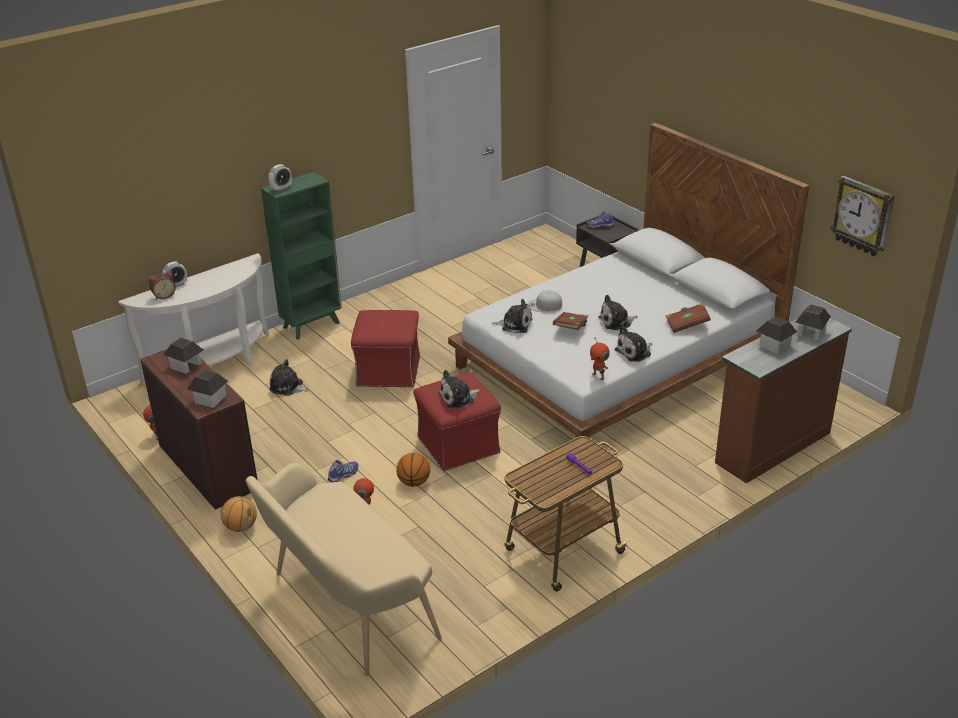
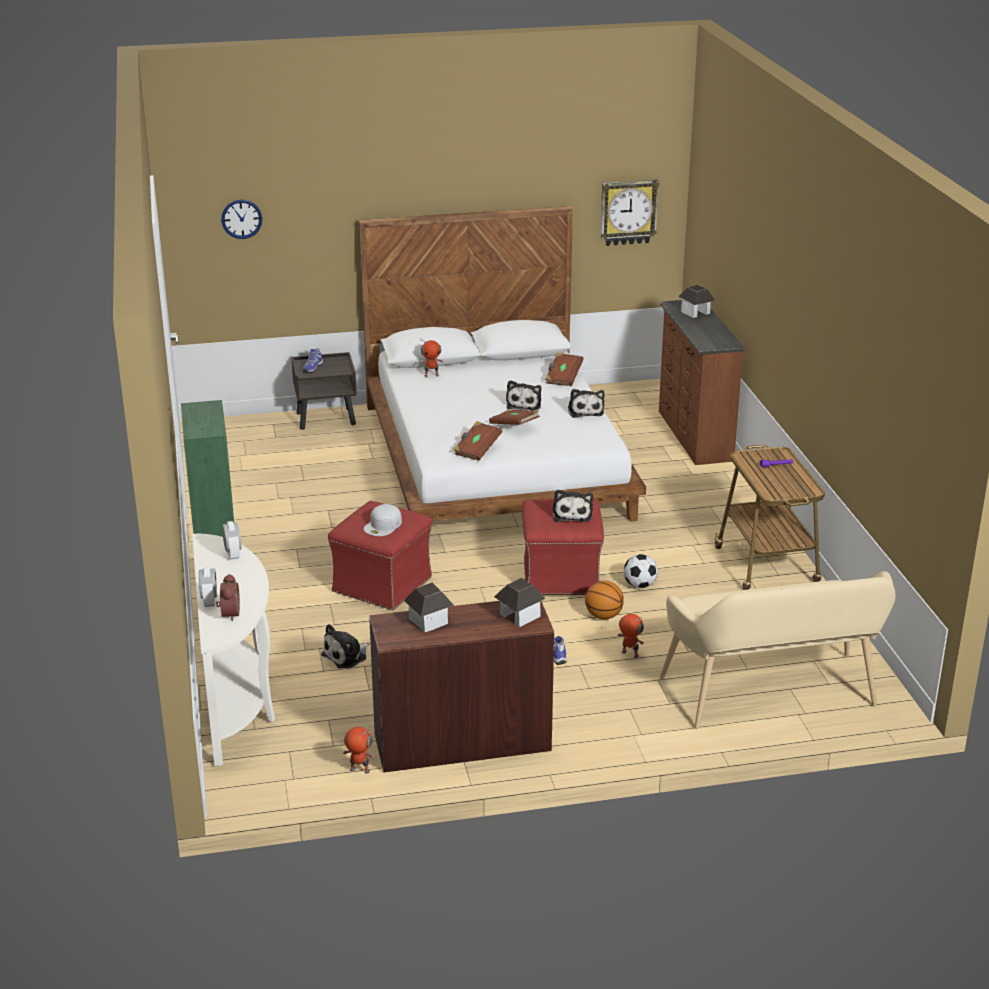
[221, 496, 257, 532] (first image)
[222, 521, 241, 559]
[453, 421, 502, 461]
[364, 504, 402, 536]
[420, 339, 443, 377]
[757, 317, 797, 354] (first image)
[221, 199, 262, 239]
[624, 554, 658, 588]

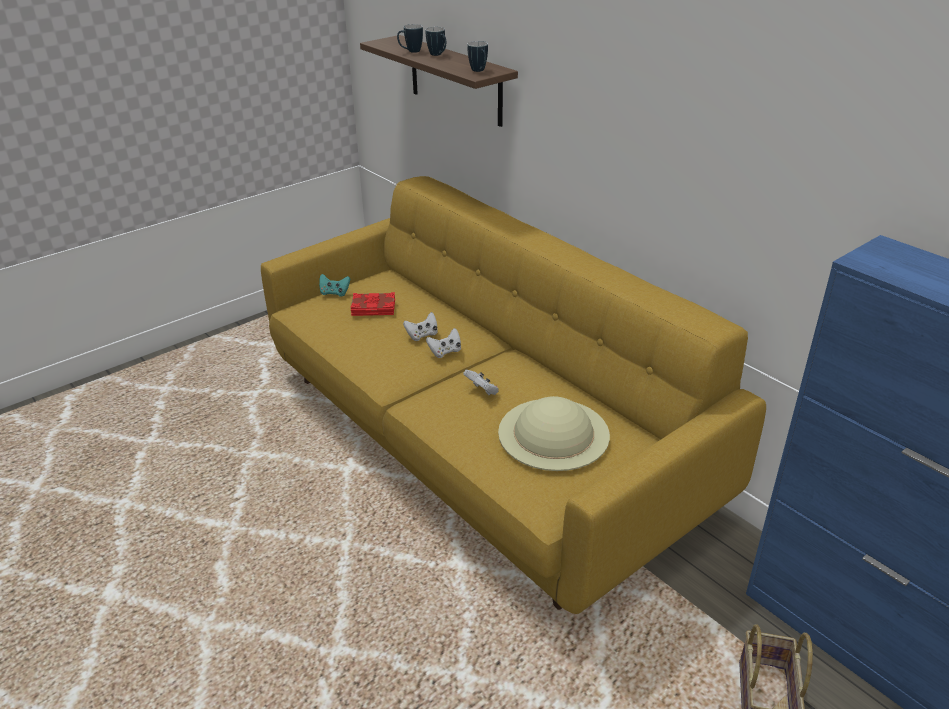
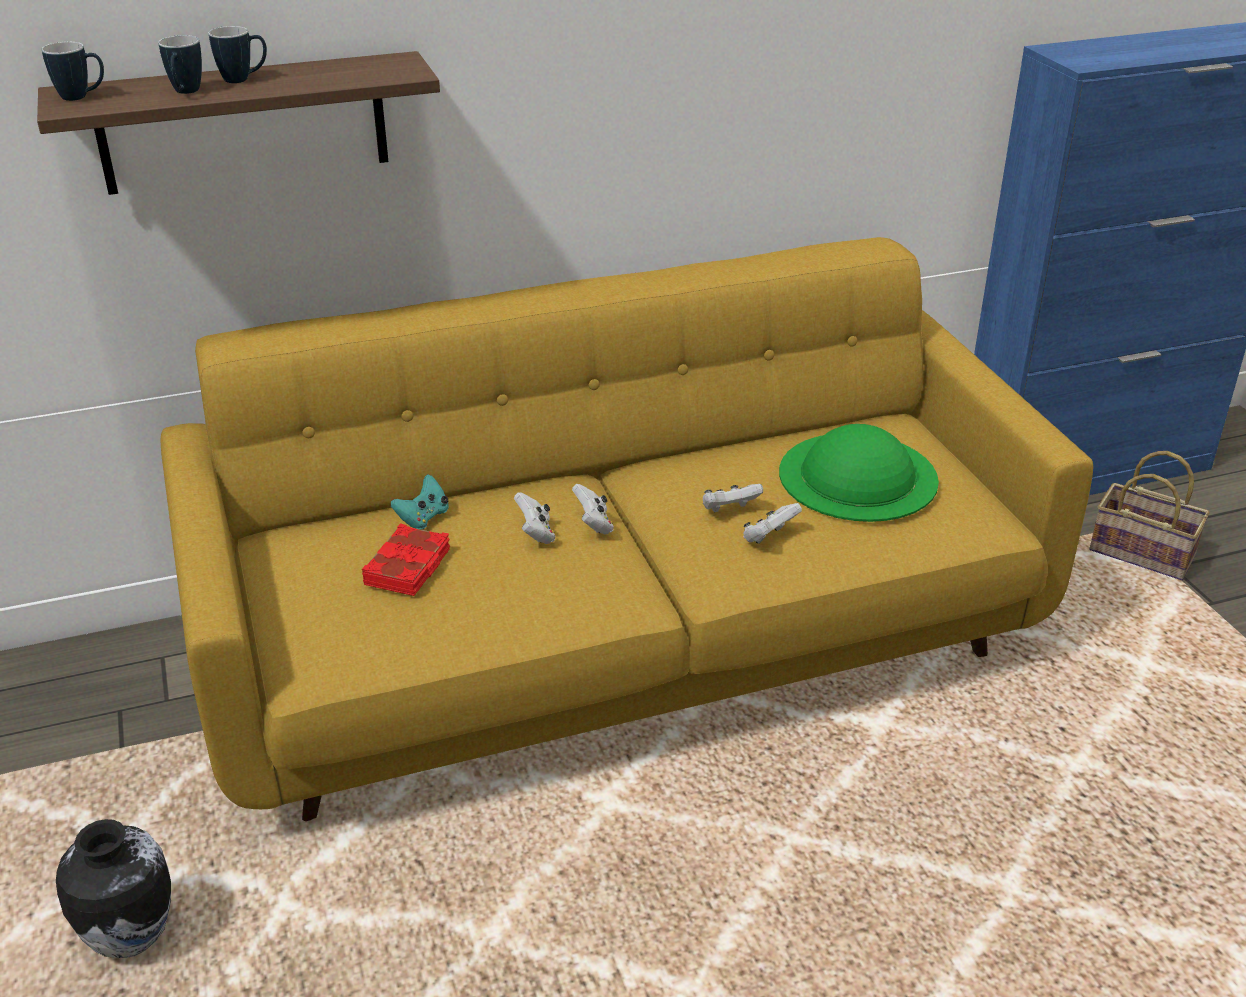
[391, 474, 449, 530]
[42, 42, 104, 101]
[779, 424, 939, 522]
[56, 819, 171, 958]
[743, 503, 802, 543]

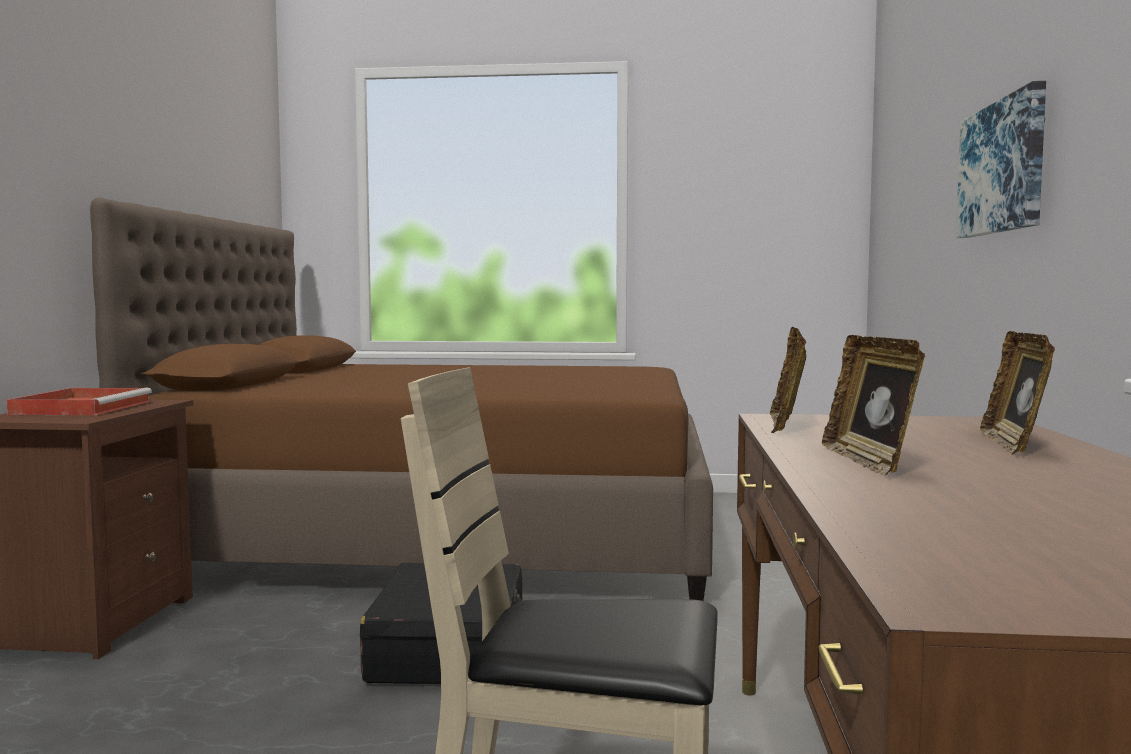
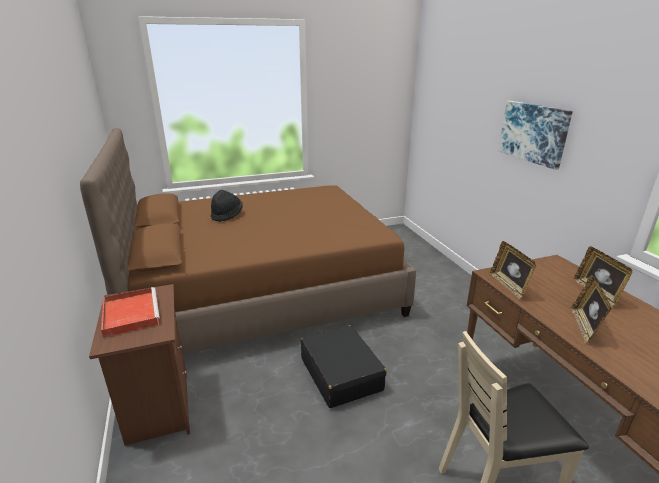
[571, 275, 612, 343]
[211, 190, 243, 222]

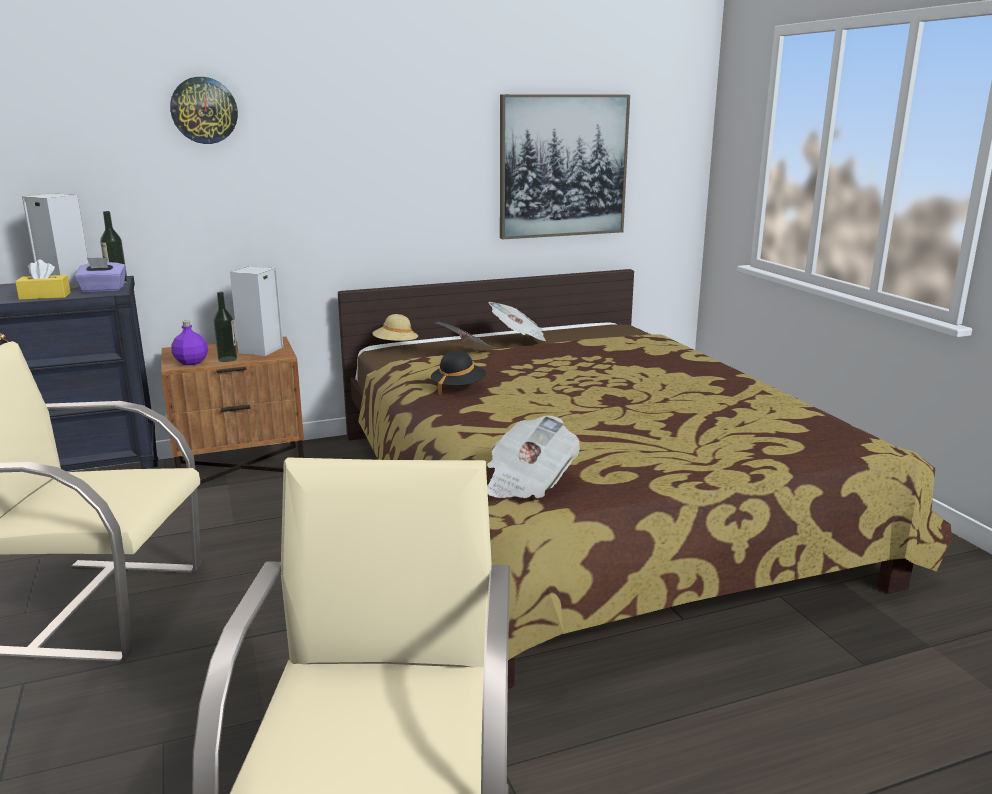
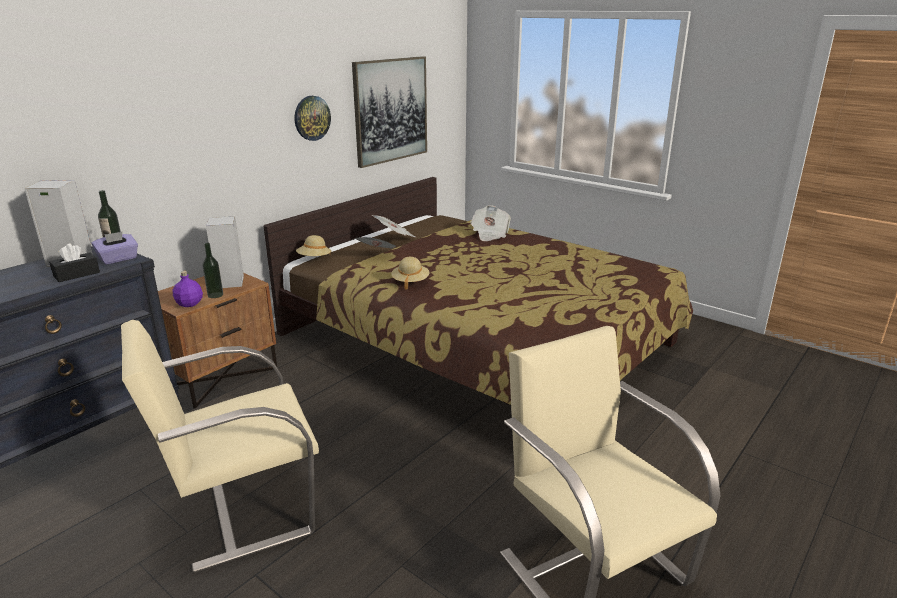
[49, 244, 100, 282]
[295, 96, 331, 141]
[391, 257, 429, 290]
[470, 205, 511, 241]

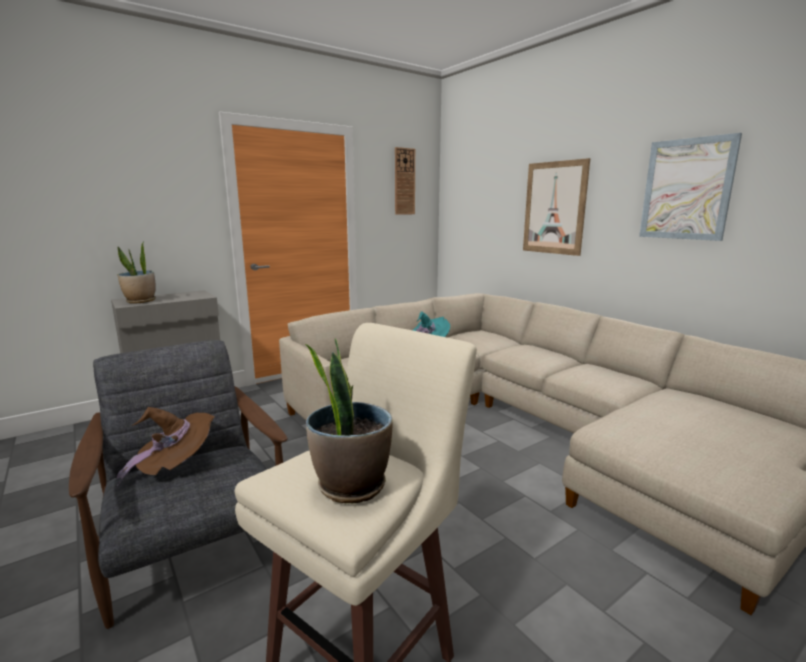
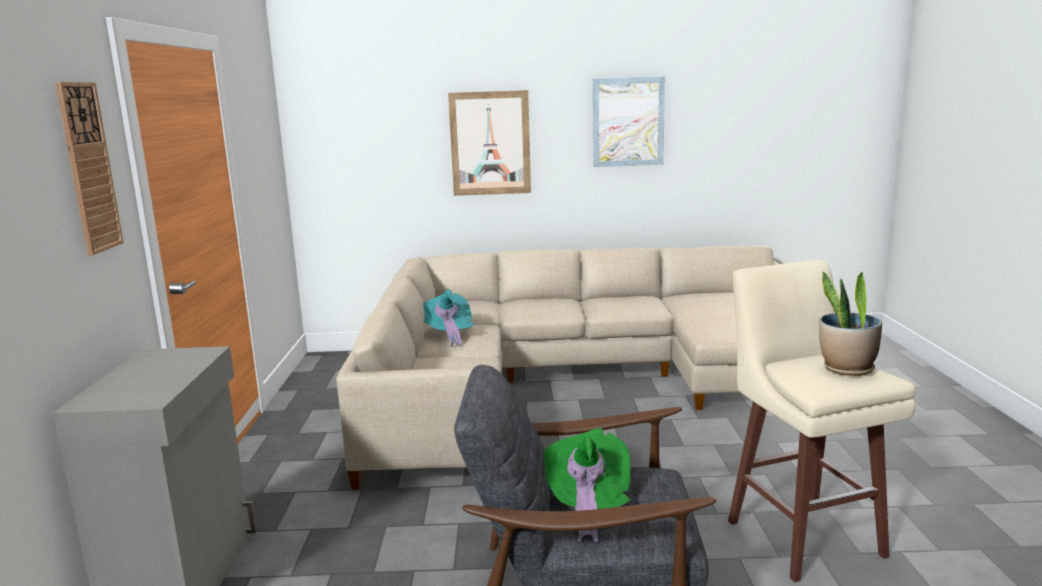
[117, 243, 156, 304] (first image)
[543, 428, 631, 542]
[55, 82, 124, 256]

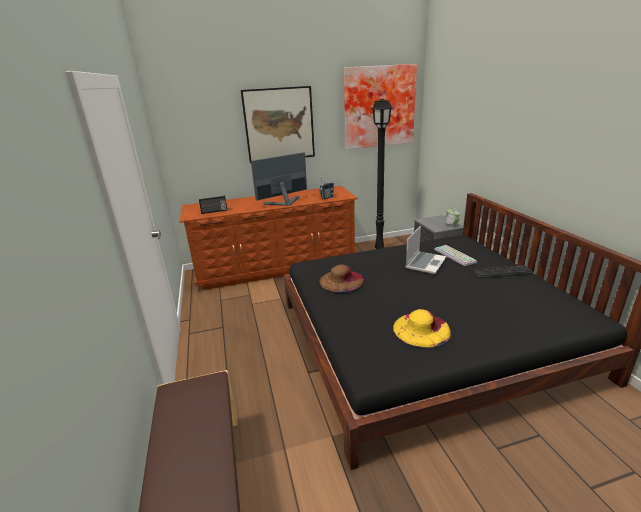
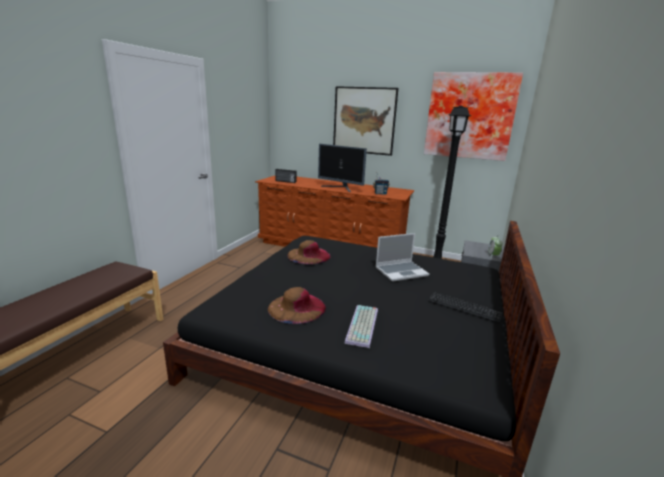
[318, 144, 367, 193]
[268, 287, 326, 324]
[344, 305, 378, 348]

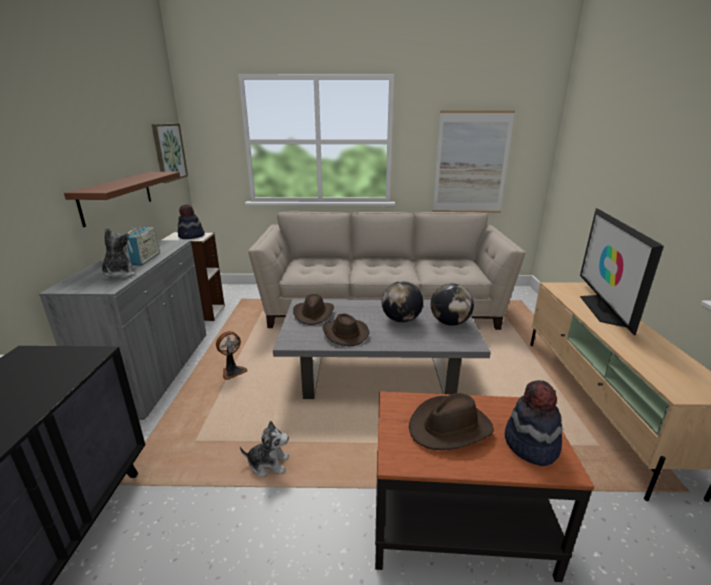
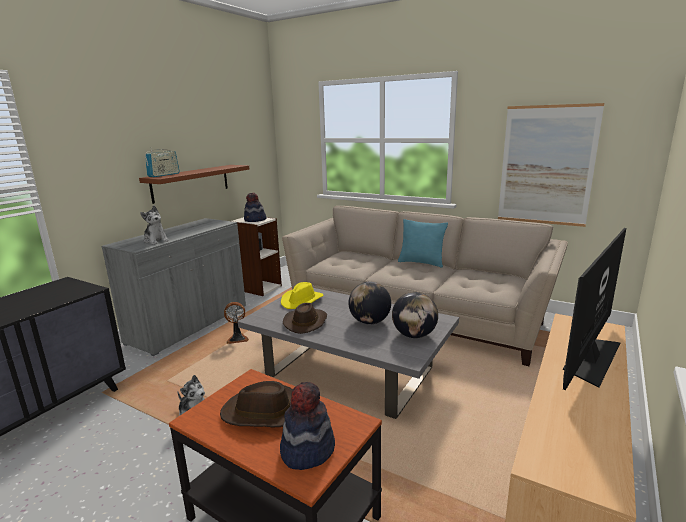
[140, 205, 169, 245]
[145, 147, 179, 177]
[152, 124, 188, 183] (first image)
[281, 282, 323, 309]
[398, 219, 448, 267]

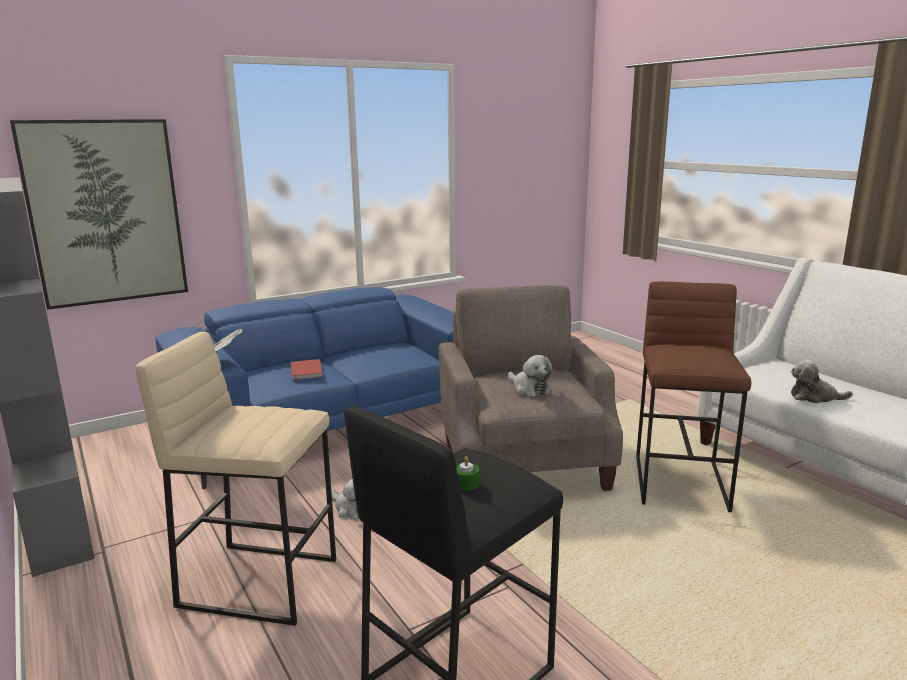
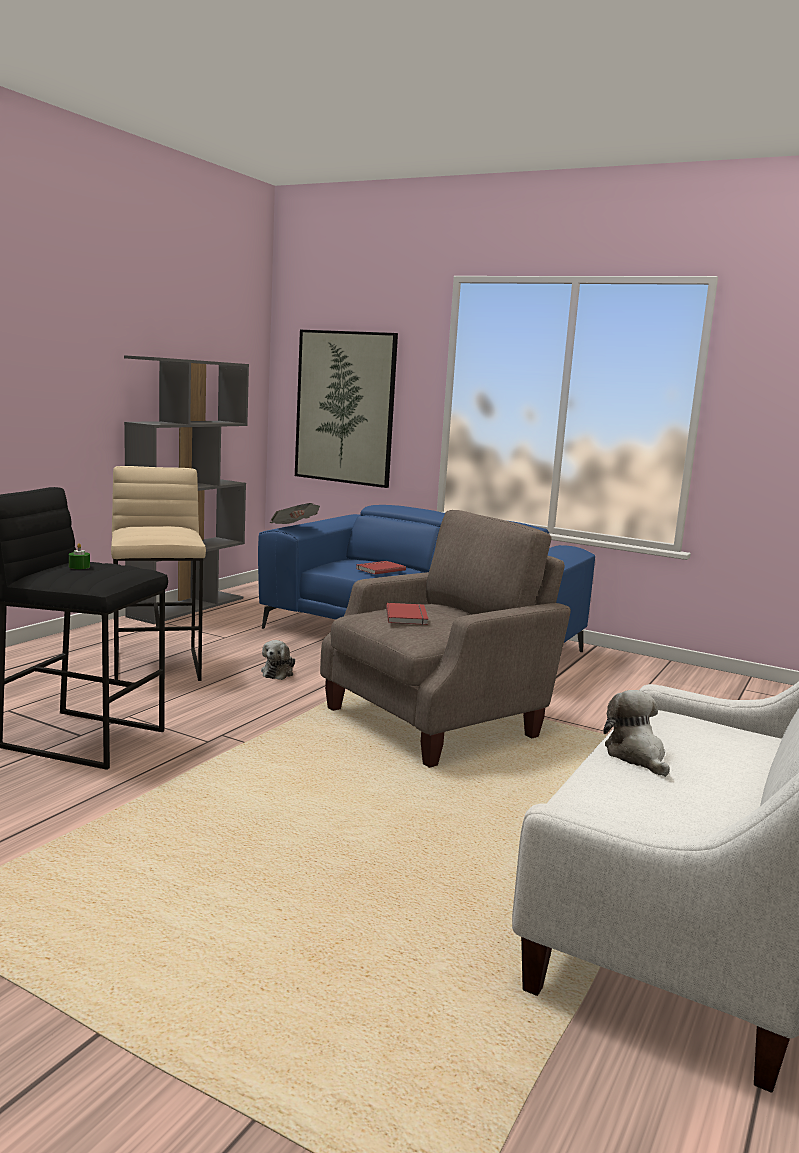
[386, 603, 428, 625]
[636, 281, 751, 512] (first image)

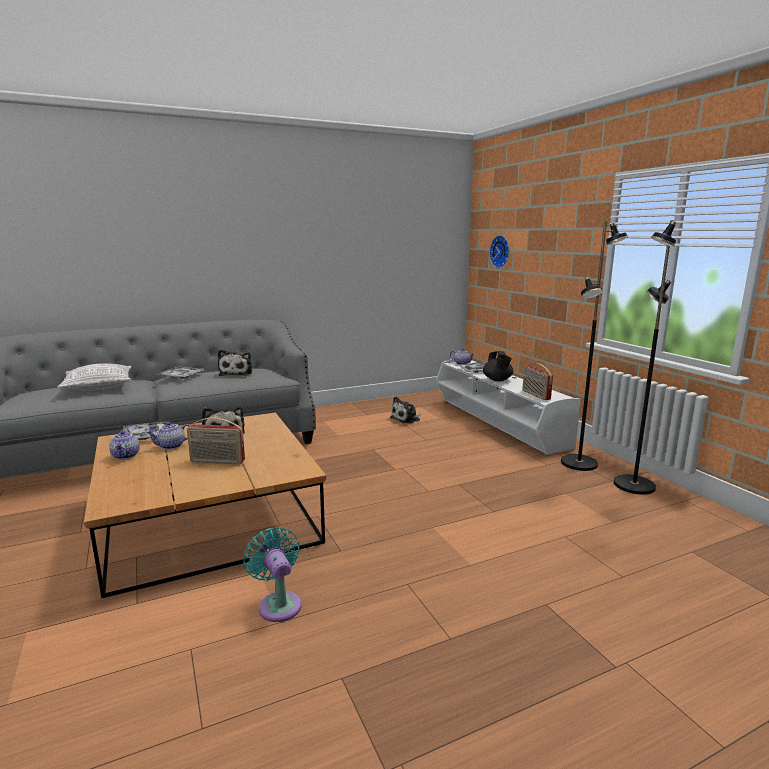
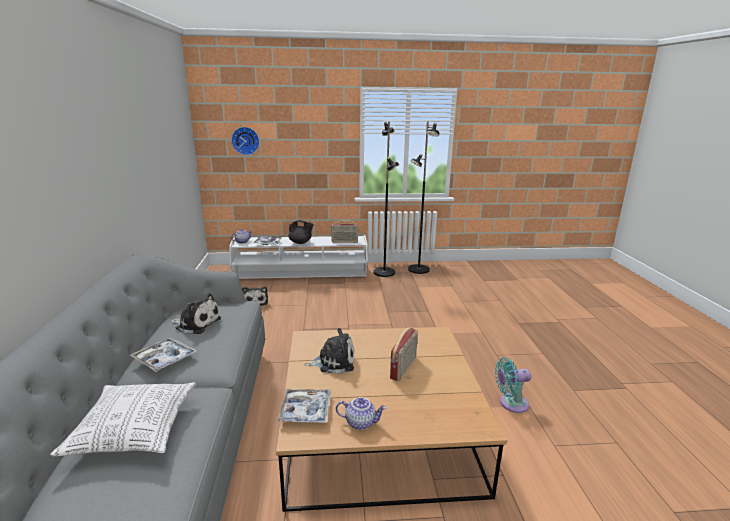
[146, 422, 190, 450] (first image)

